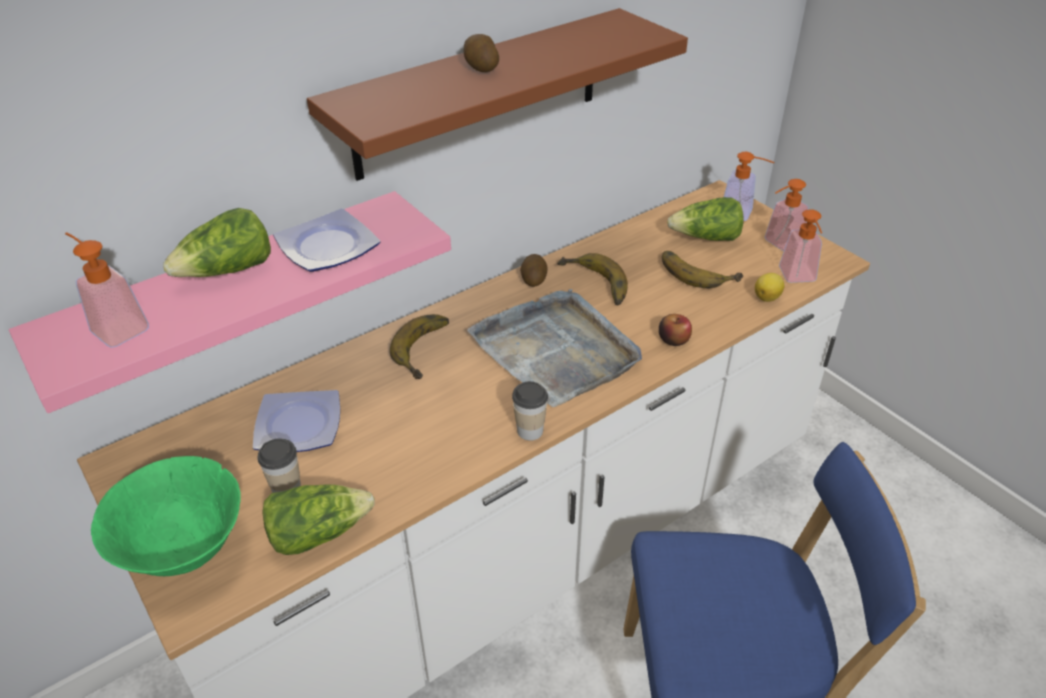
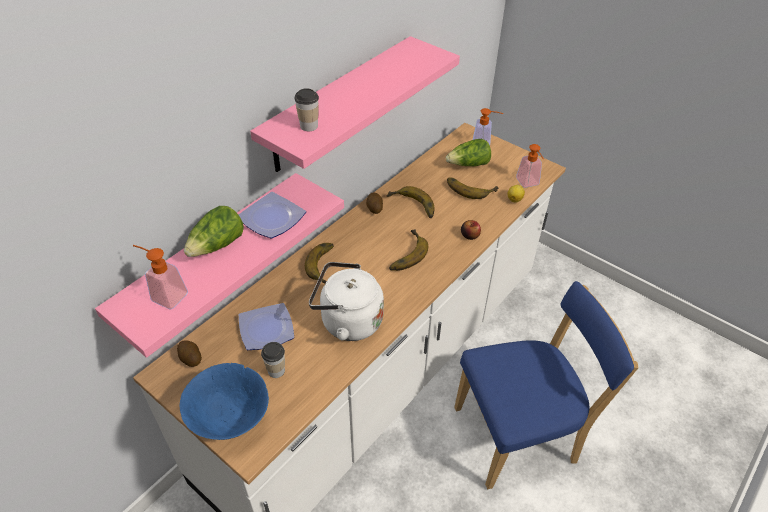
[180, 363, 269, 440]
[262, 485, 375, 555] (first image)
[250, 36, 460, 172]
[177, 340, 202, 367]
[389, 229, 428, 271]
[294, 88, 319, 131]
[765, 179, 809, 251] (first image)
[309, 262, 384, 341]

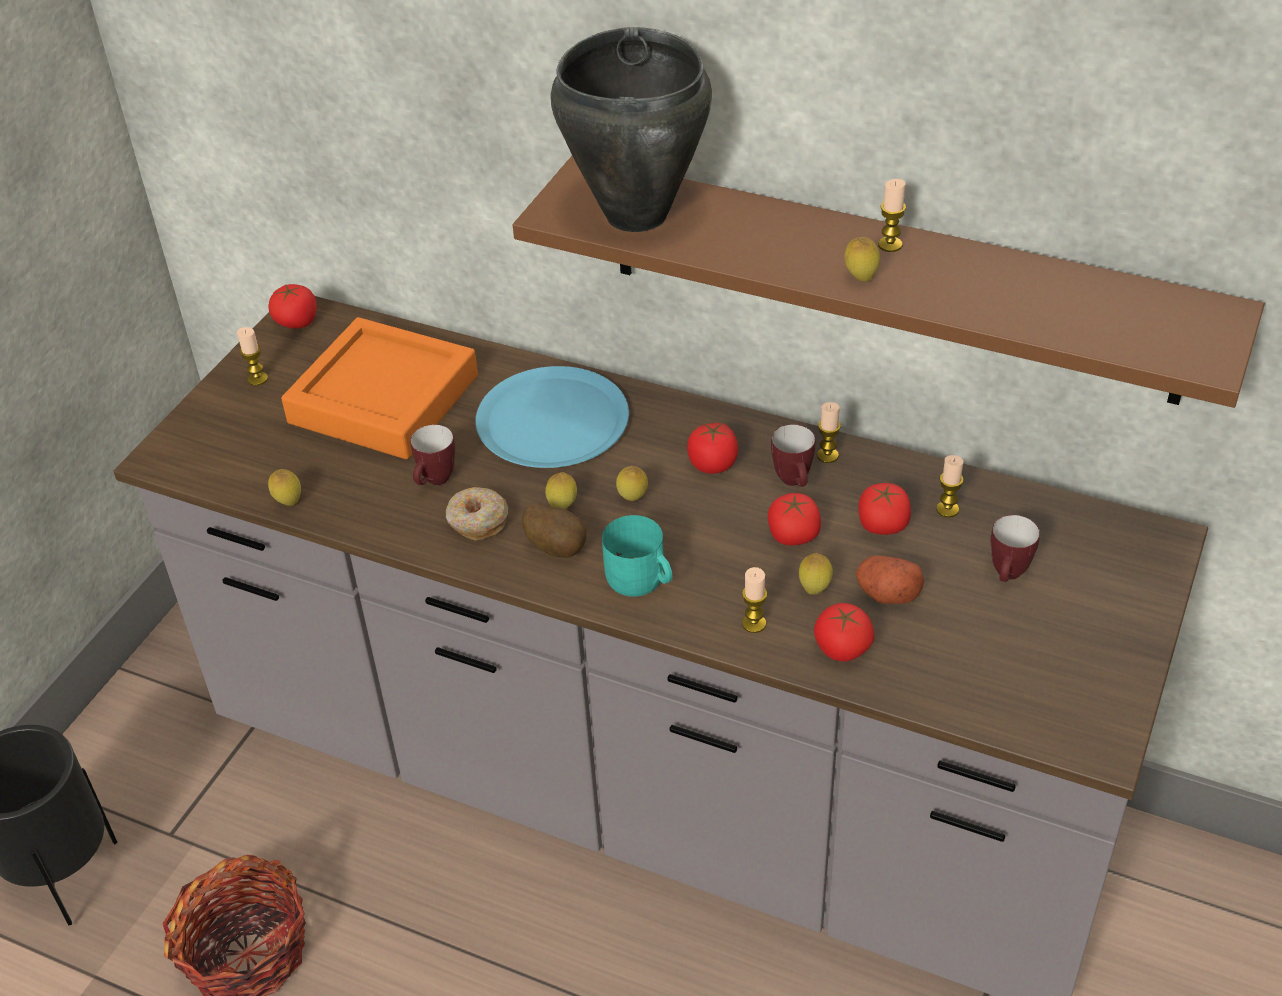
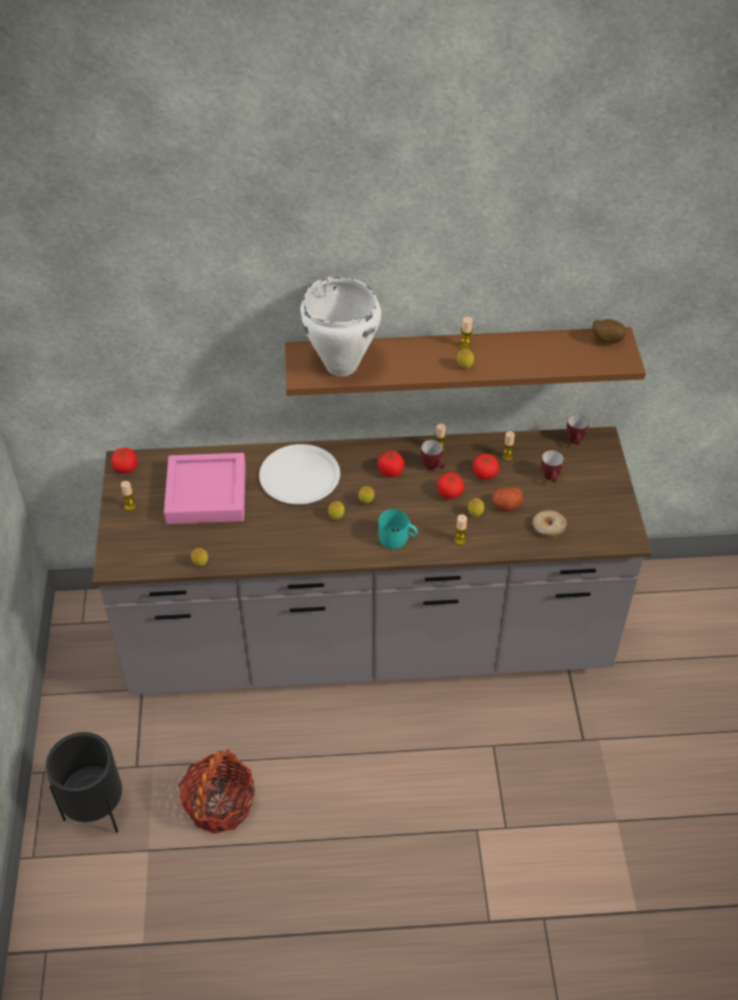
[164, 453, 246, 524]
[567, 414, 589, 445]
[533, 510, 567, 538]
[259, 444, 340, 504]
[593, 319, 627, 344]
[300, 276, 381, 376]
[814, 603, 875, 662] (first image)

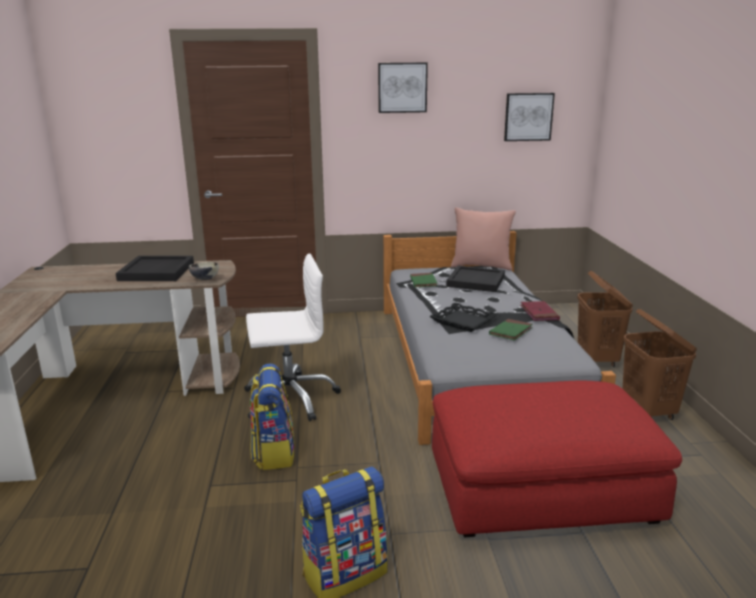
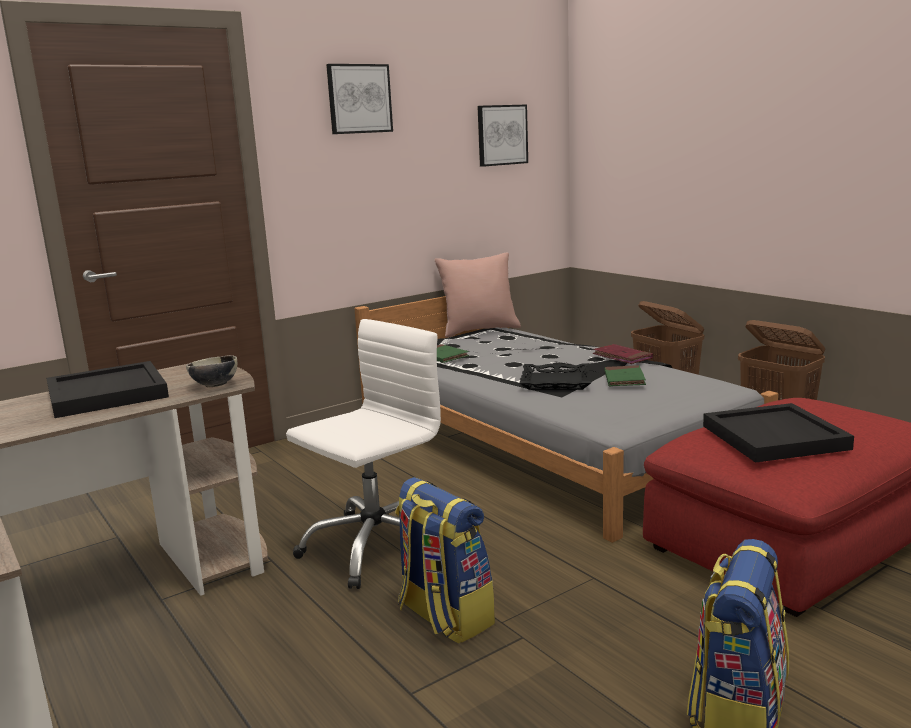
[703, 403, 854, 462]

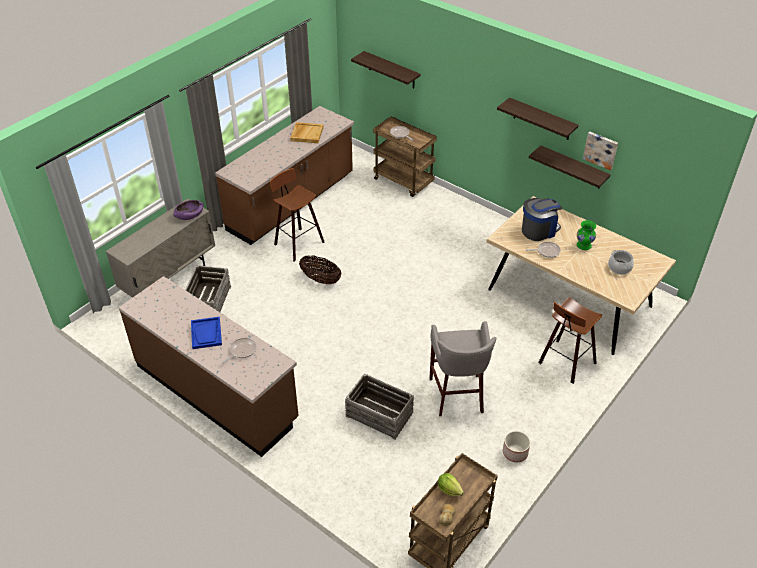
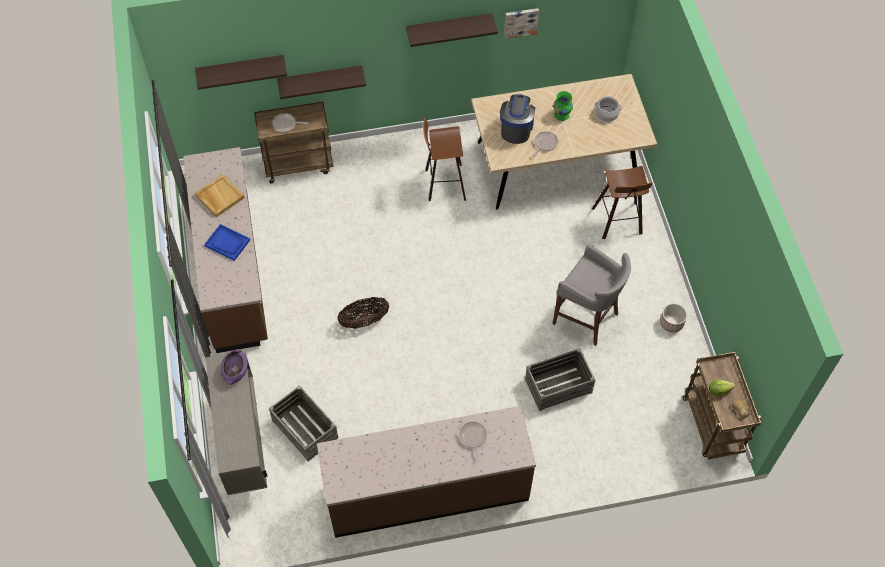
[204, 224, 250, 261]
[423, 118, 466, 201]
[277, 65, 366, 99]

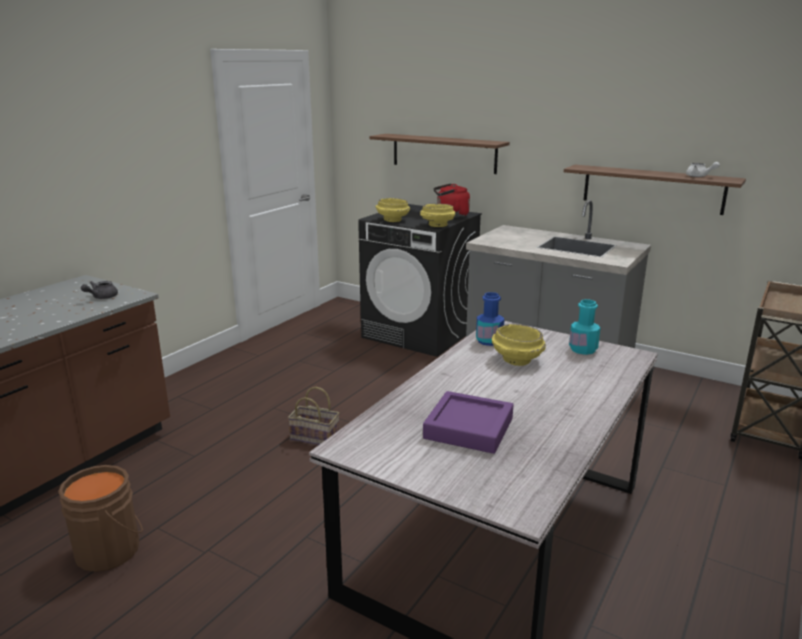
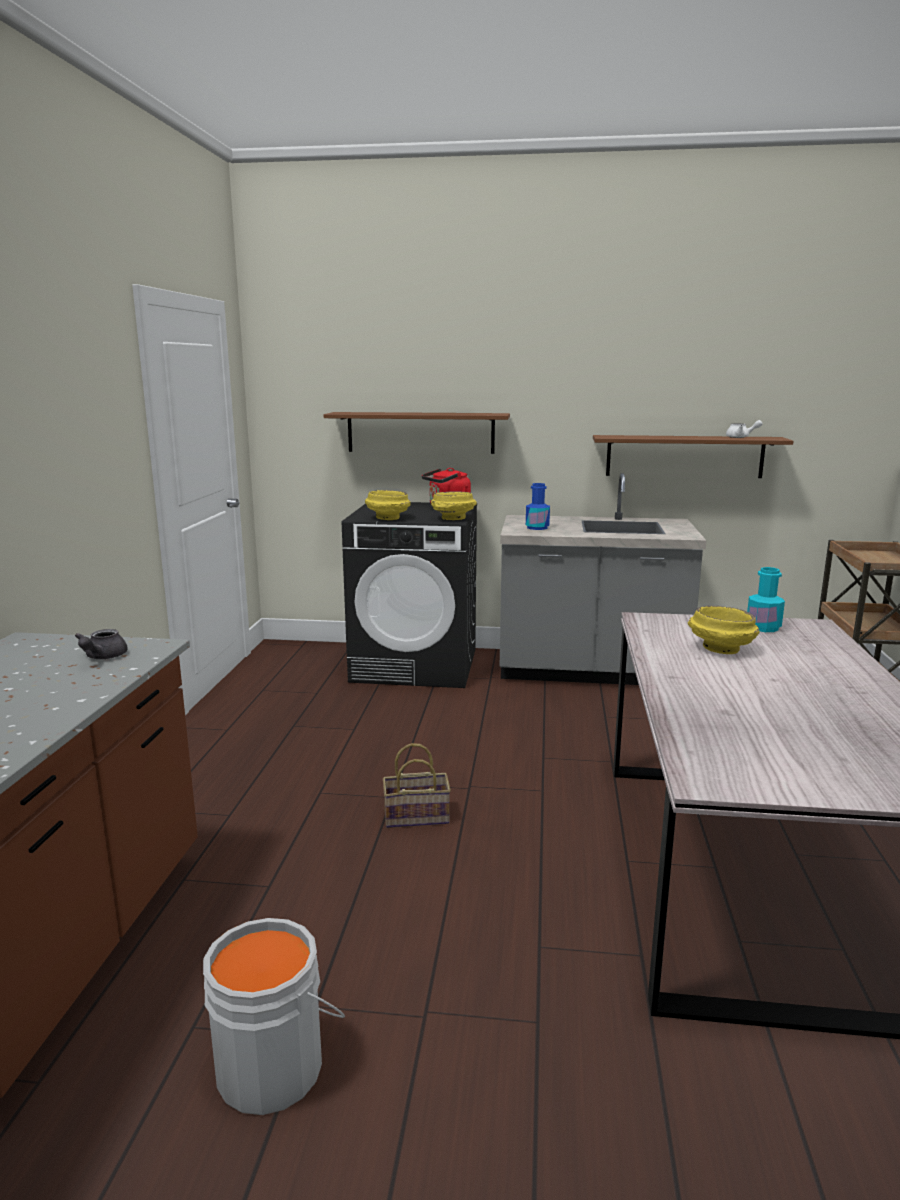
[203, 918, 345, 1115]
[423, 391, 513, 454] (first image)
[526, 483, 550, 530]

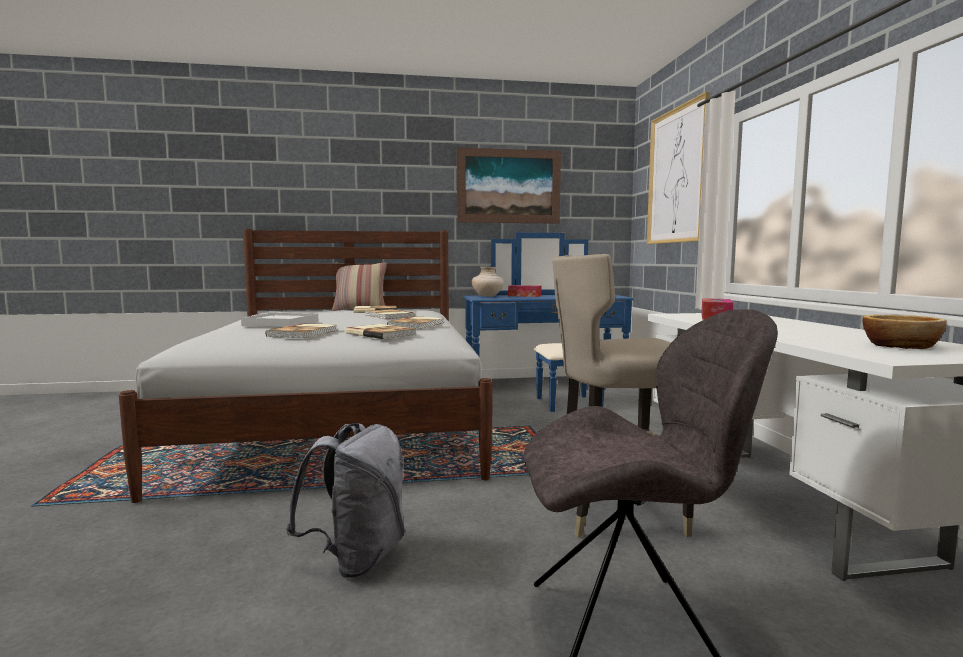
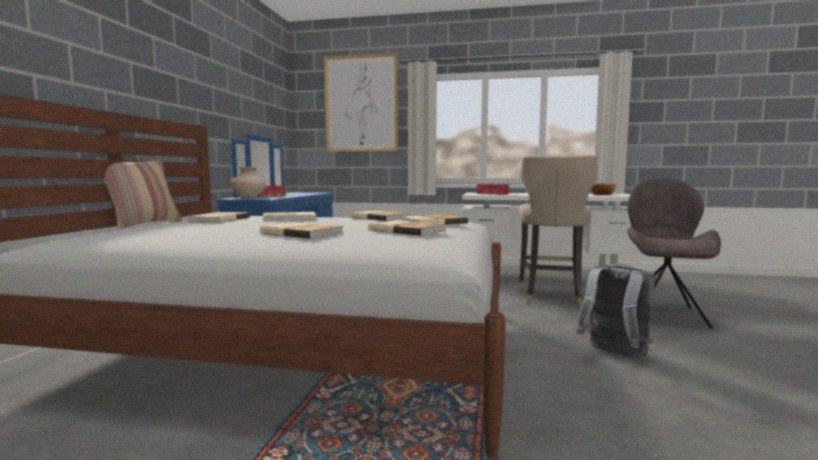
[260, 222, 343, 239]
[457, 147, 561, 224] (first image)

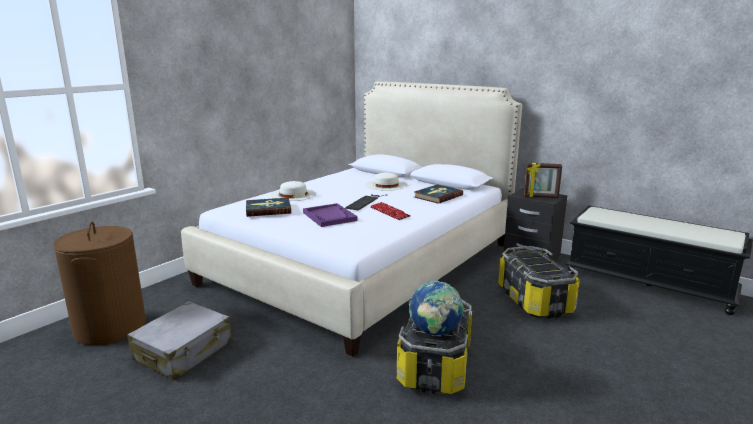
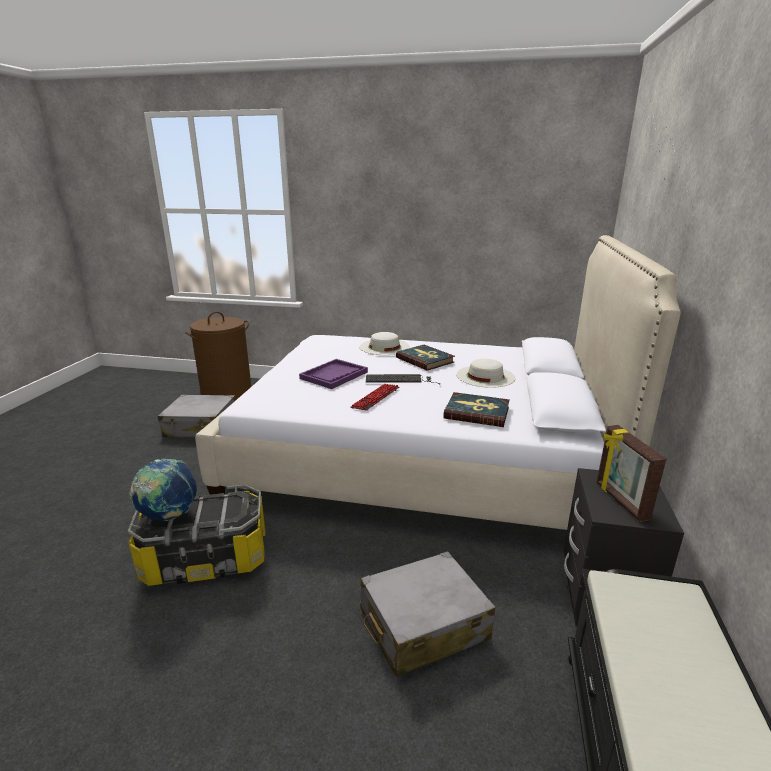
[396, 345, 455, 371]
[360, 551, 495, 677]

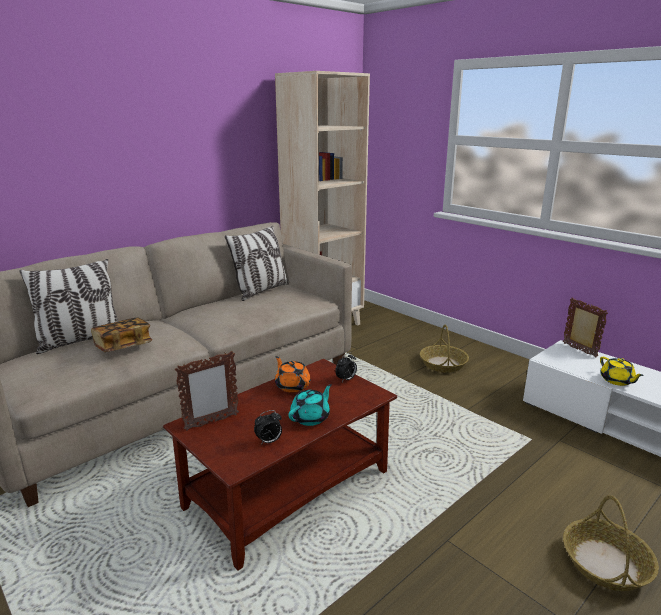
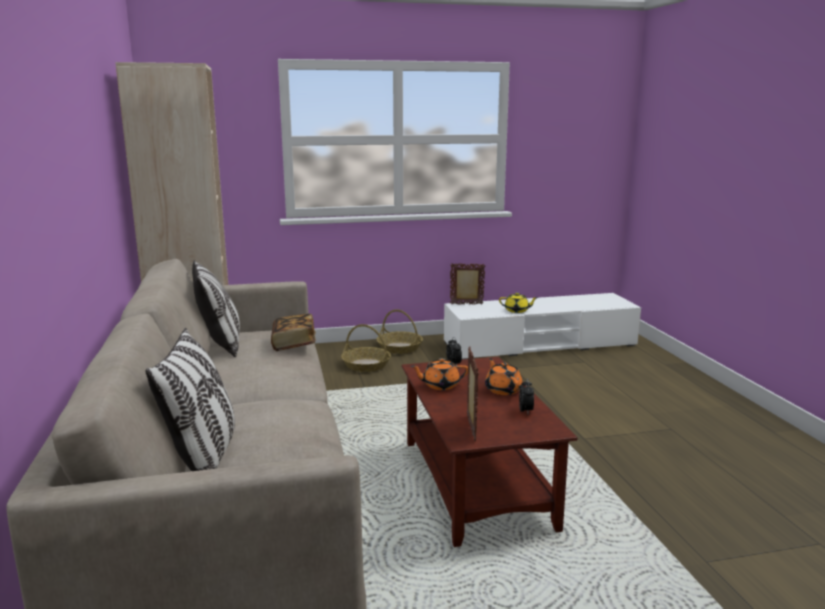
[271, 314, 316, 351]
[485, 358, 523, 395]
[376, 309, 423, 354]

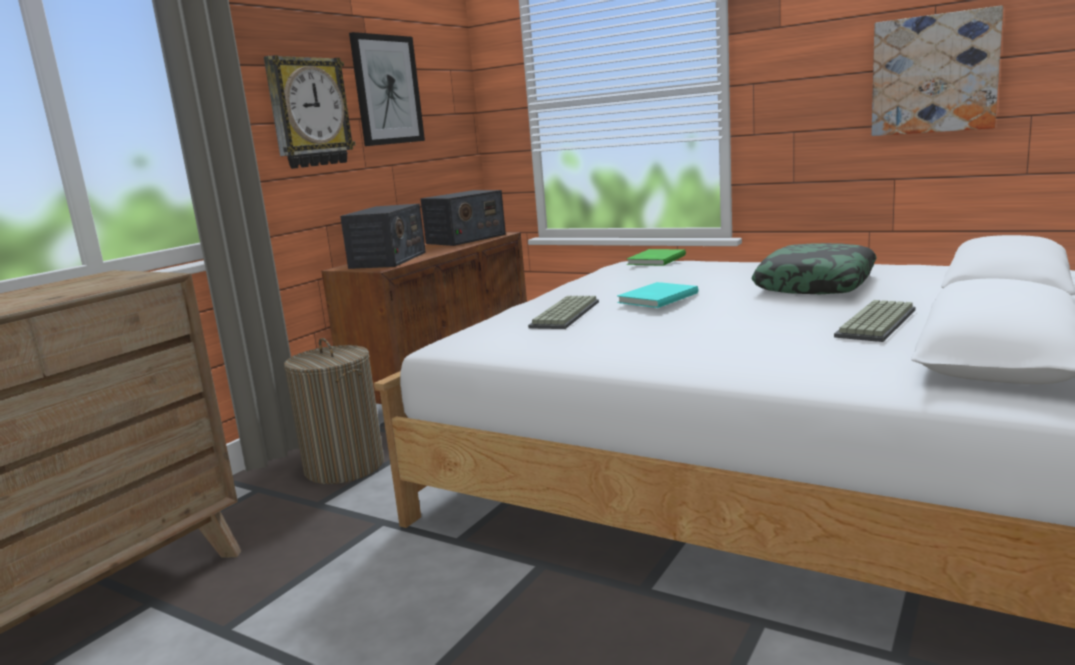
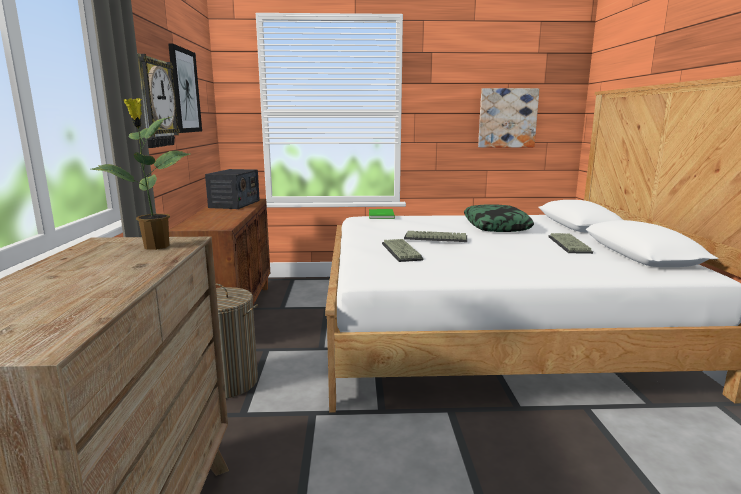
[340, 204, 426, 269] (first image)
[404, 231, 467, 242]
[91, 98, 190, 250]

